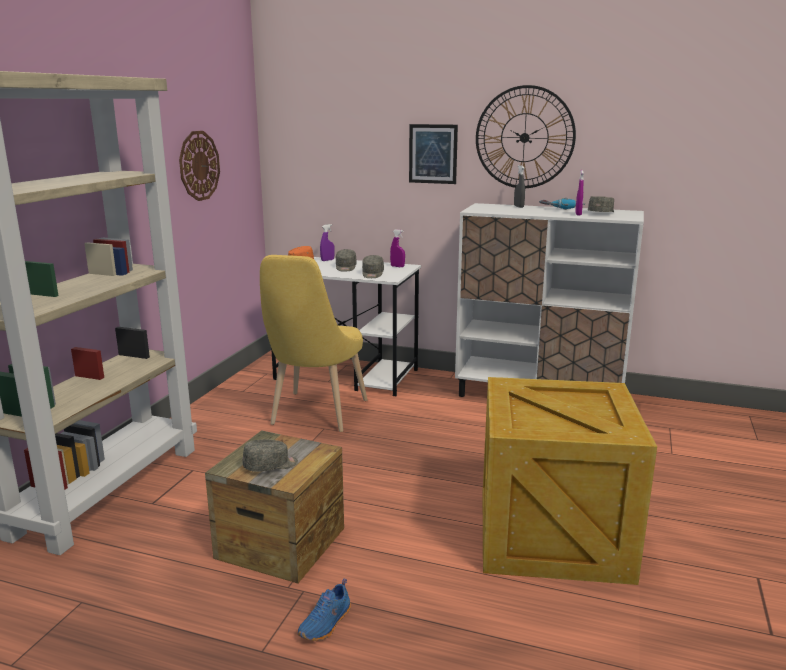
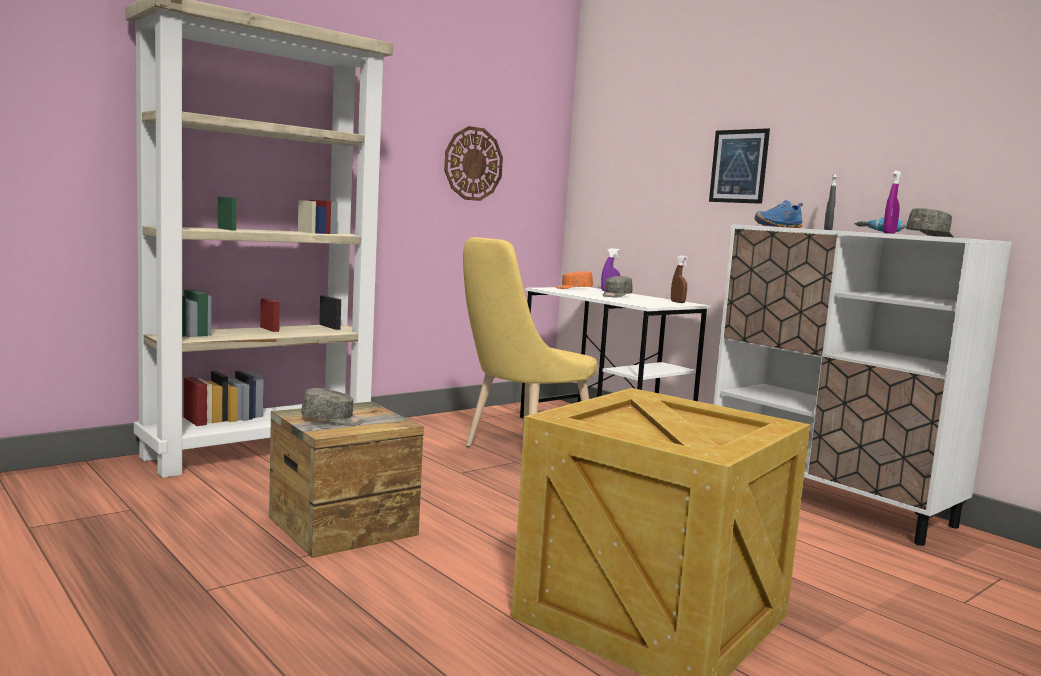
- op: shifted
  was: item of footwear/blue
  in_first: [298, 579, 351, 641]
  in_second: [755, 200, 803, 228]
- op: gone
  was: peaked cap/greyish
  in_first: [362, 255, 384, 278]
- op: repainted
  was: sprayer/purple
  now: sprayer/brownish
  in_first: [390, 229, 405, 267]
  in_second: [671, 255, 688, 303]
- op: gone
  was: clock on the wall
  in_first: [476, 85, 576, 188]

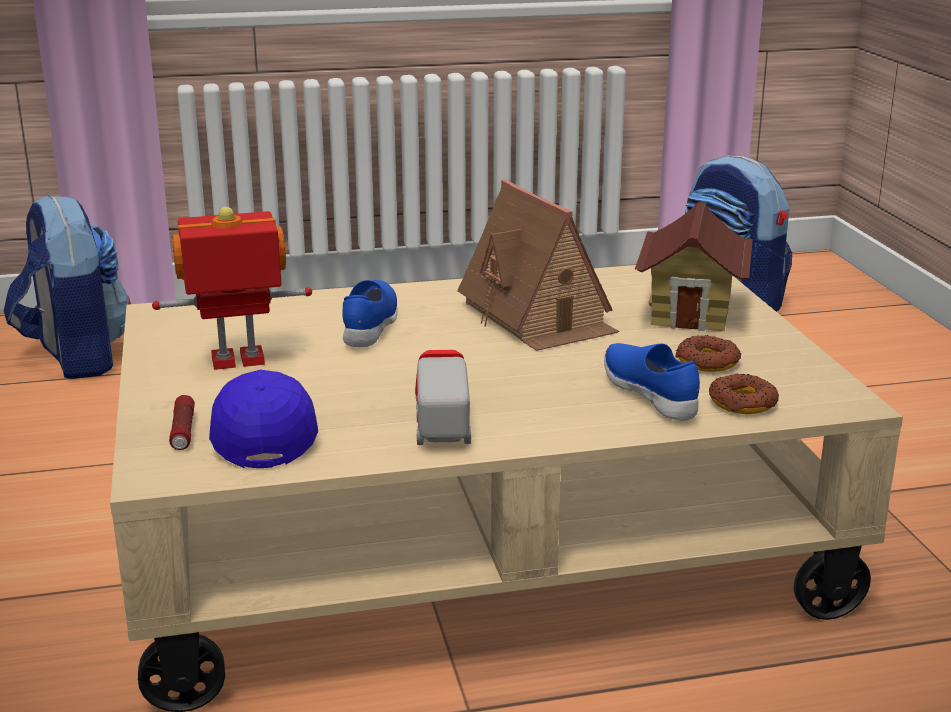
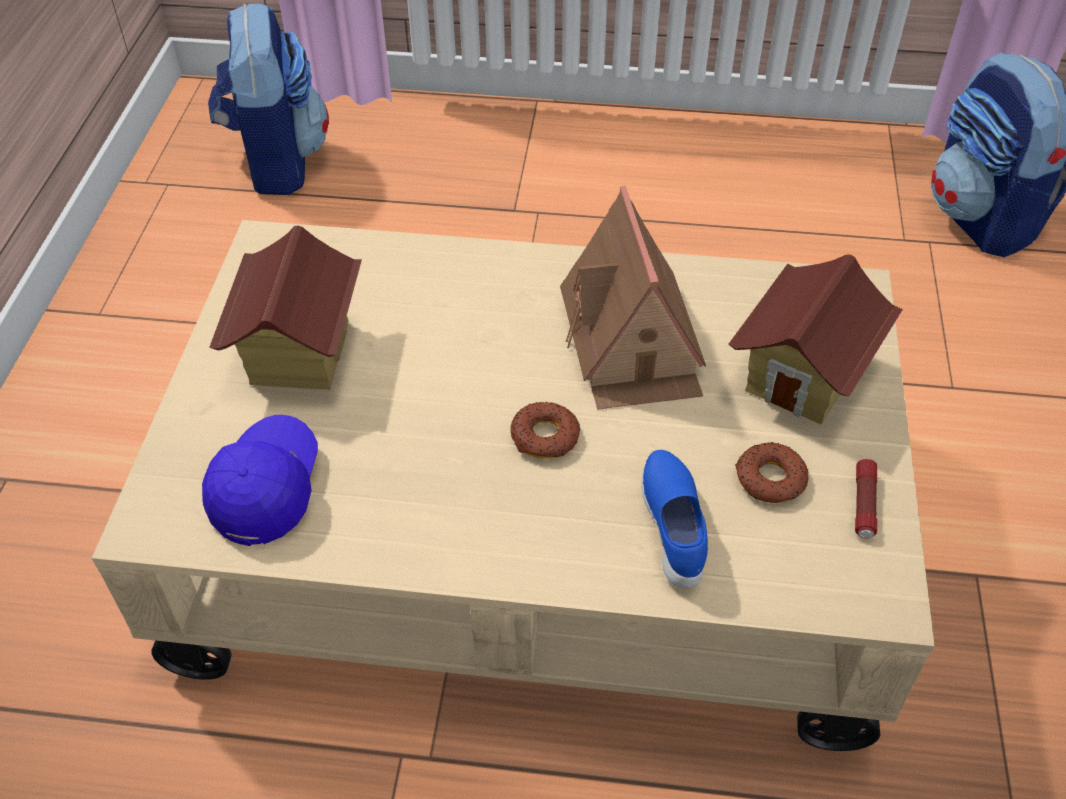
- op: swapped
  was: robot figure
  now: toy house
  in_first: [152, 207, 312, 370]
  in_second: [209, 225, 362, 390]
- op: shifted
  was: flashlight
  in_first: [169, 395, 195, 450]
  in_second: [855, 459, 877, 538]
- op: gone
  was: item of footwear/blue
  in_first: [342, 280, 398, 347]
- op: gone
  was: toy lorry
  in_first: [415, 350, 471, 445]
- op: shifted
  was: ring doughnut
  in_first: [709, 374, 779, 414]
  in_second: [510, 402, 580, 459]

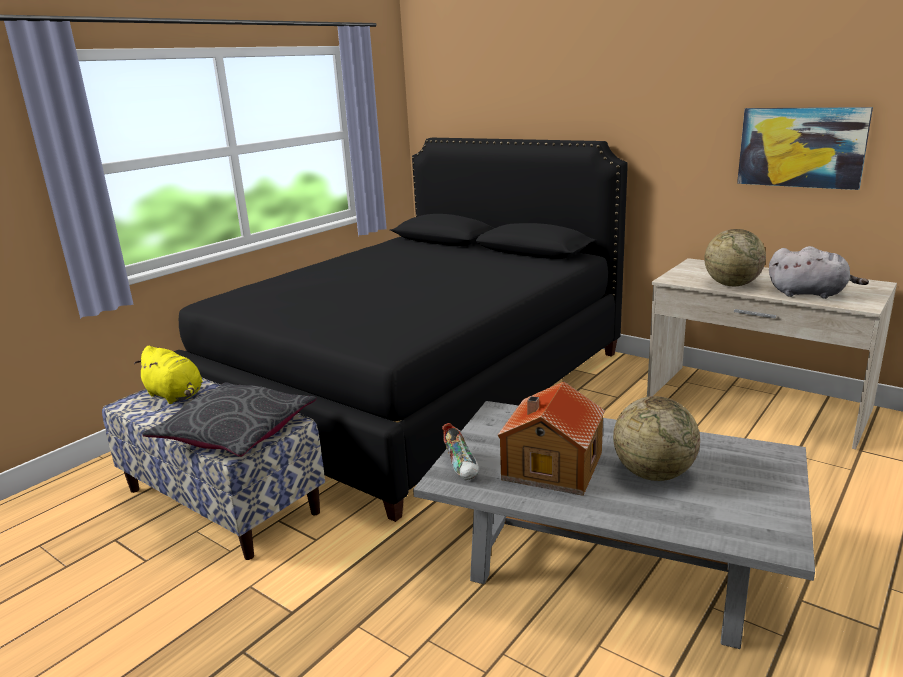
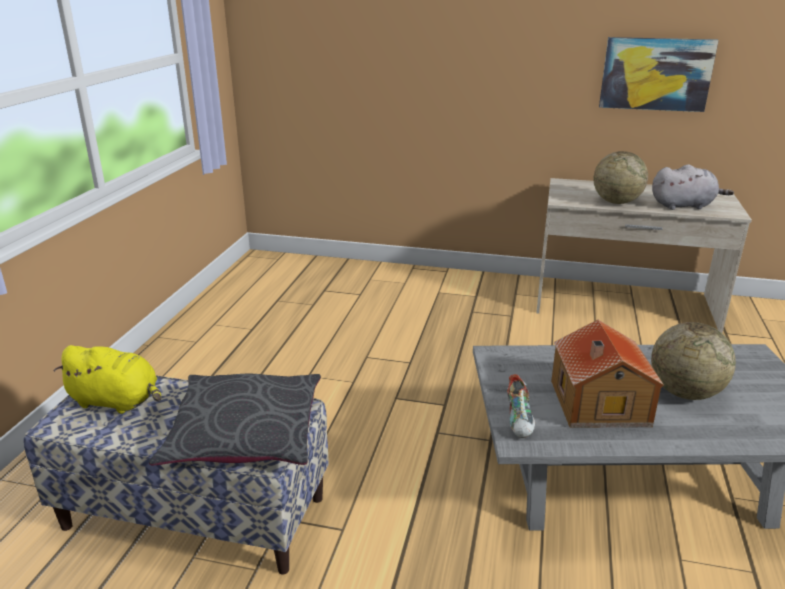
- op: gone
  was: bedroom bed/black
  in_first: [174, 138, 628, 522]
- op: rotated
  was: item of footwear
  in_first: [442, 423, 479, 480]
  in_second: [507, 374, 535, 438]
  clockwise: 45

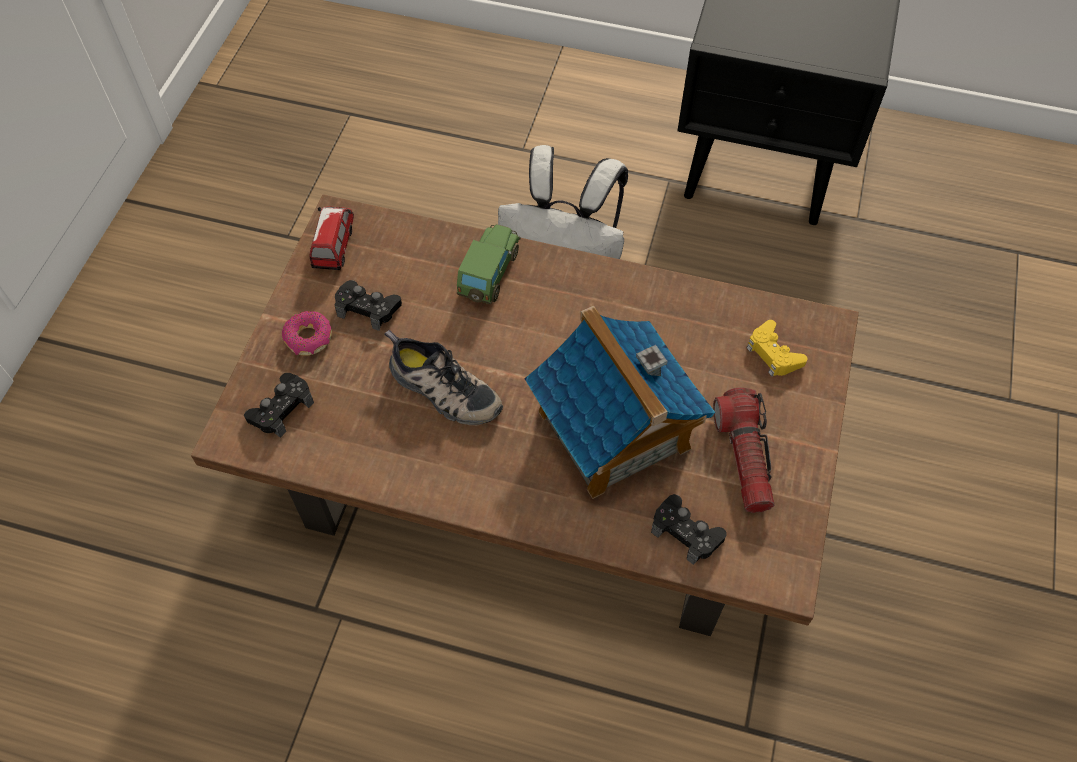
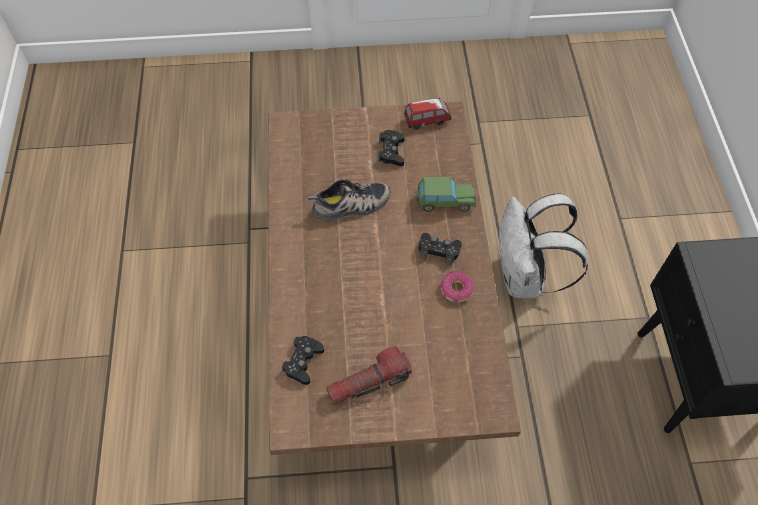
- op: shifted
  was: joypad/black
  in_first: [244, 373, 314, 438]
  in_second: [418, 233, 462, 266]
- op: shifted
  was: ring doughnut
  in_first: [282, 311, 332, 356]
  in_second: [439, 271, 474, 302]
- op: rotated
  was: item of footwear
  in_first: [385, 330, 503, 425]
  in_second: [308, 179, 391, 221]
  clockwise: -120
- op: gone
  was: toy house
  in_first: [525, 305, 716, 499]
- op: gone
  was: joypad/yellow
  in_first: [747, 320, 807, 376]

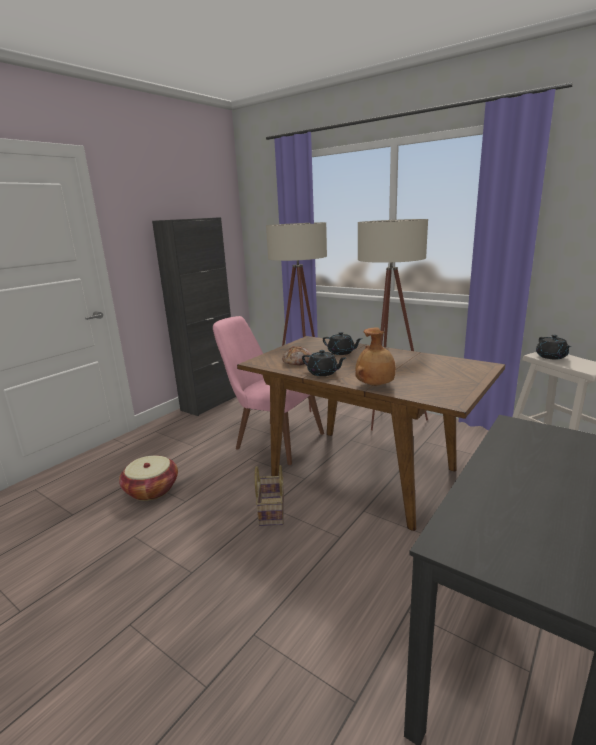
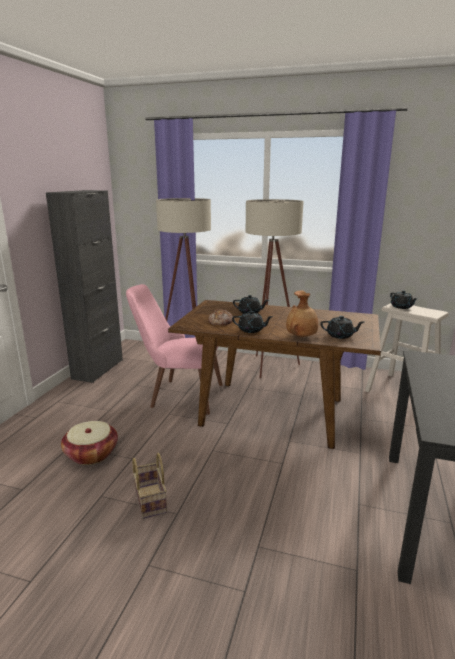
- op: shifted
  was: basket
  in_first: [255, 465, 284, 526]
  in_second: [132, 453, 167, 519]
- op: new
  now: pot for tea/black
  in_second: [321, 316, 364, 339]

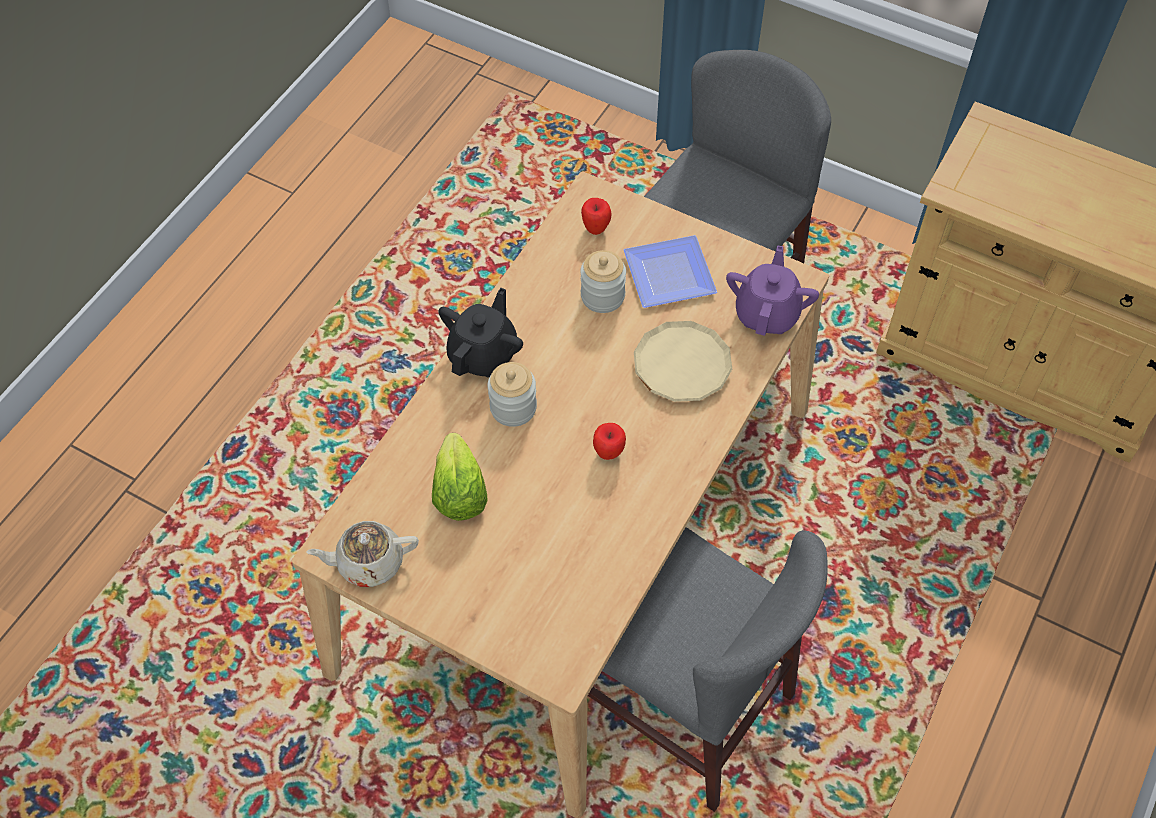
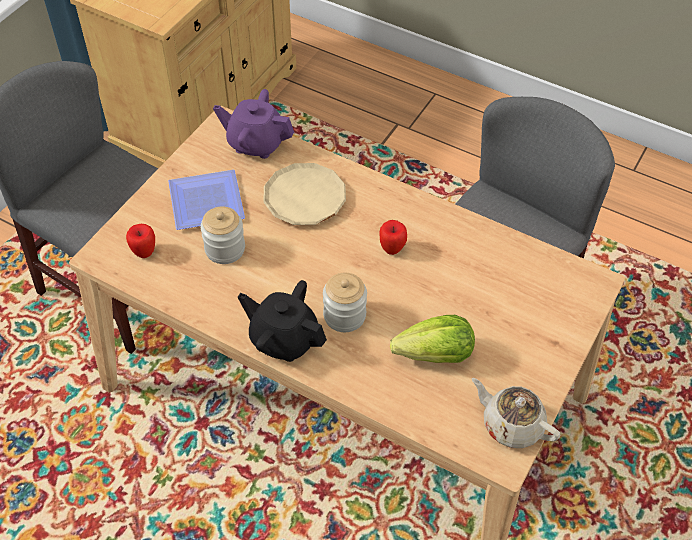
- op: rotated
  was: pot for tea/sand-coloured
  in_first: [306, 521, 419, 587]
  in_second: [472, 378, 560, 448]
  clockwise: 135

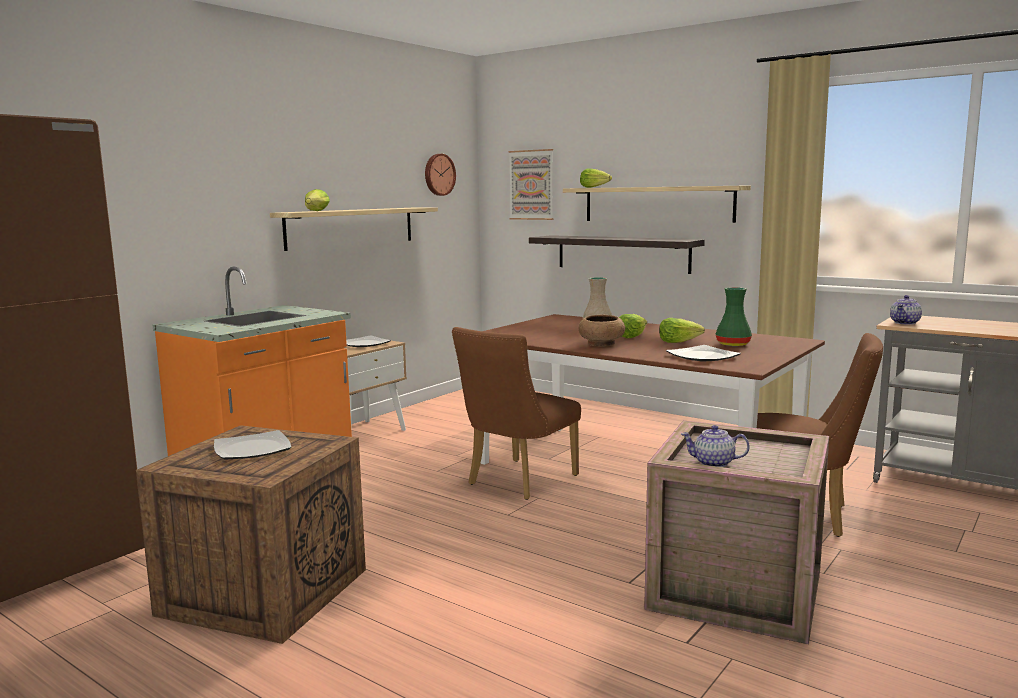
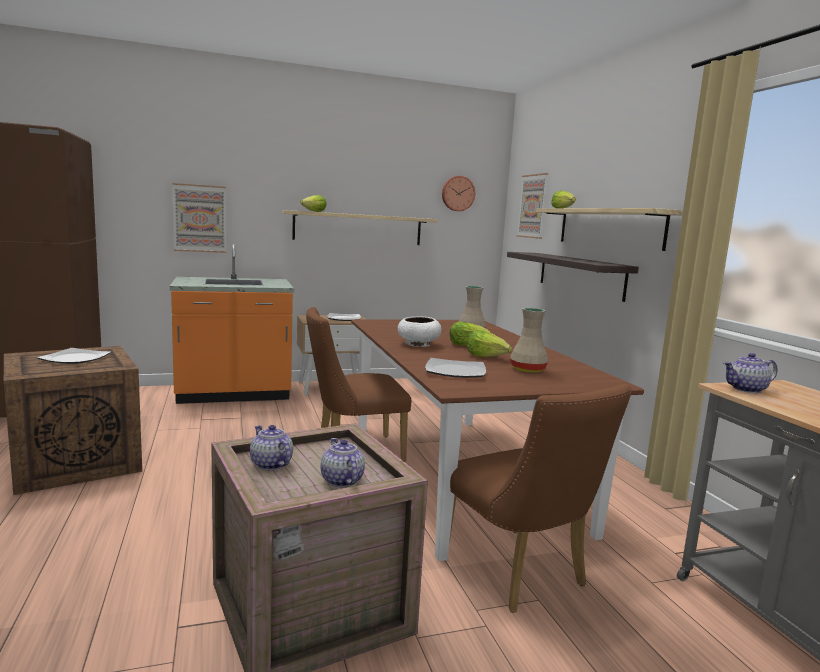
- op: repainted
  was: deep dish/brownish
  now: deep dish/white-coloured
  in_first: [578, 315, 625, 347]
  in_second: [398, 316, 441, 347]
- op: repainted
  was: flower vase/green-coloured
  now: flower vase/sand-coloured
  in_first: [716, 287, 752, 346]
  in_second: [510, 308, 548, 373]
- op: new
  now: wall picture
  in_second: [172, 183, 227, 253]
- op: new
  now: pot for tea
  in_second: [321, 438, 365, 487]

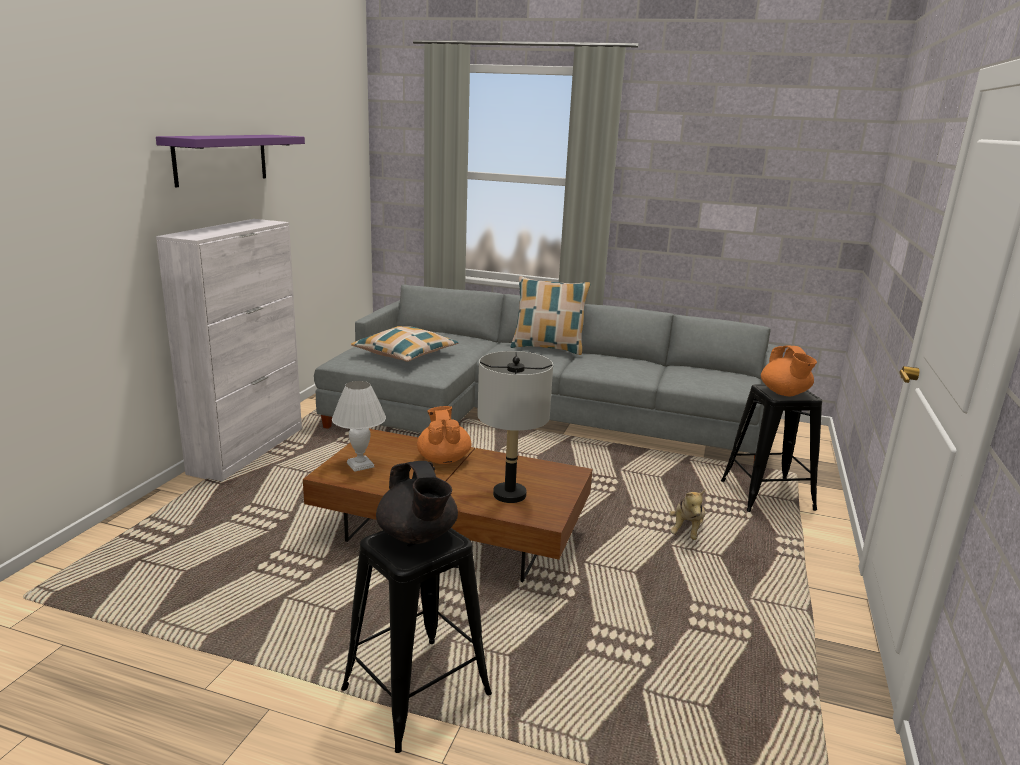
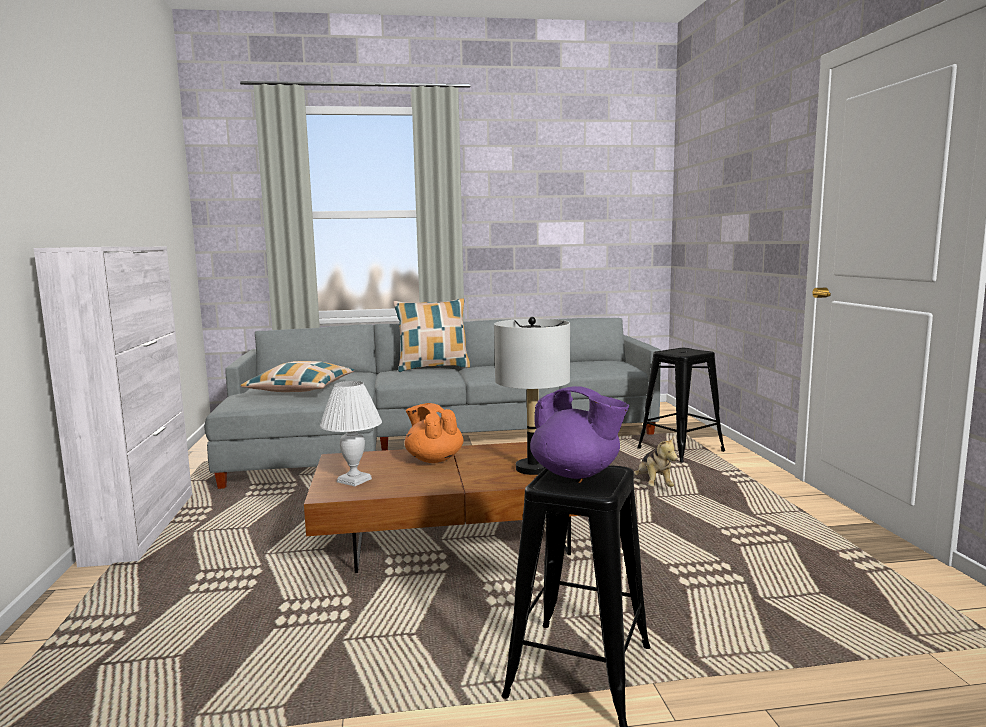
- op: gone
  was: shelf/purple
  in_first: [156, 135, 305, 187]
- op: repainted
  was: pot for tea/black
  now: pot for tea/purple
  in_first: [376, 461, 458, 544]
  in_second: [530, 386, 629, 479]
- op: gone
  was: pot for tea/orangey
  in_first: [761, 346, 817, 396]

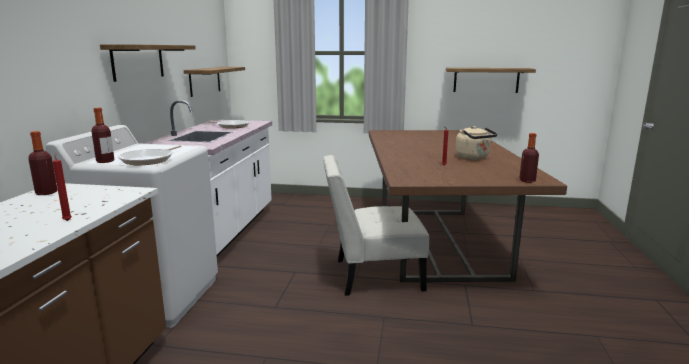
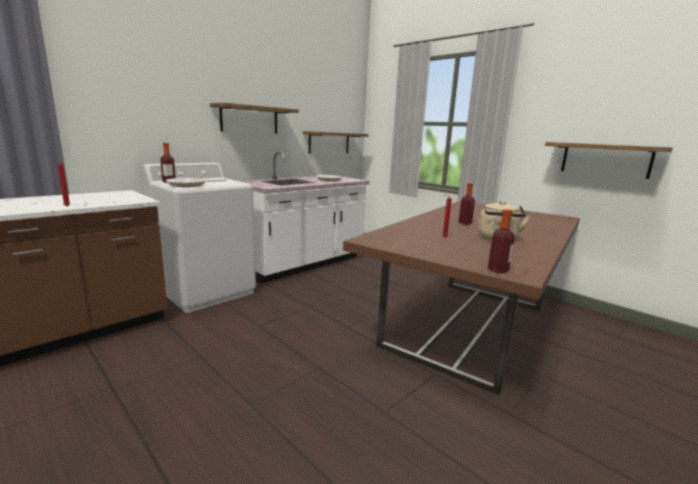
- op: shifted
  was: drink bottle
  in_first: [28, 131, 58, 195]
  in_second: [458, 183, 475, 225]
- op: gone
  was: upright chair/white-coloured
  in_first: [323, 155, 429, 296]

